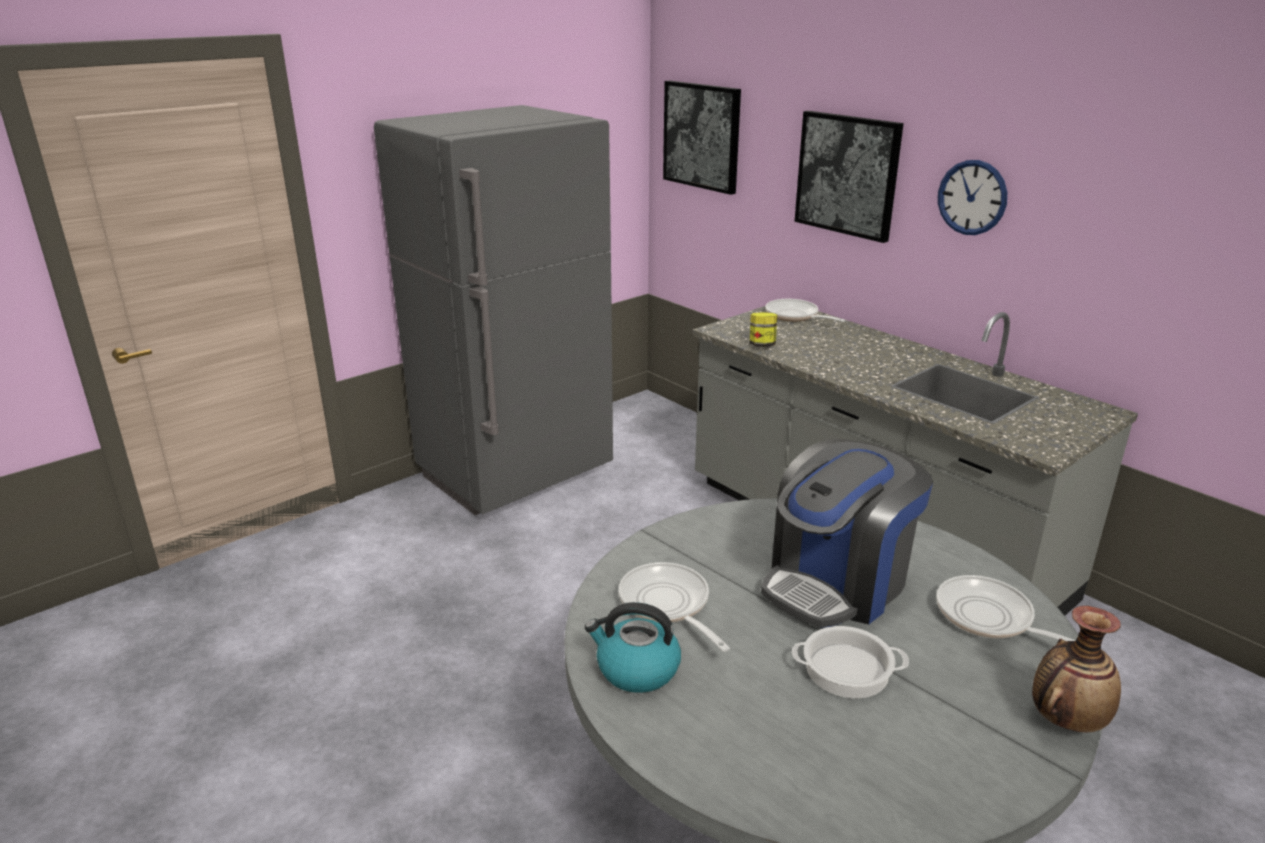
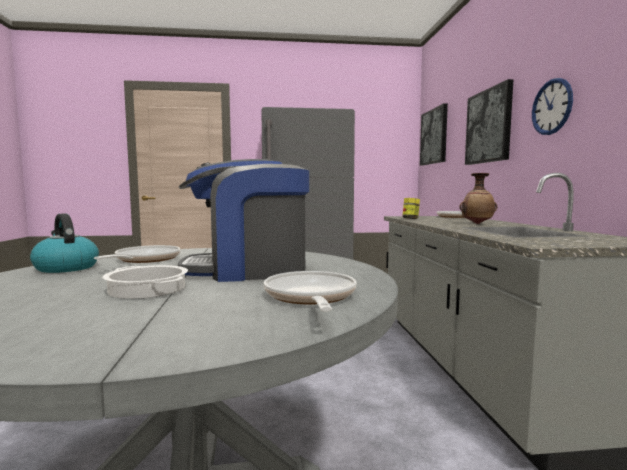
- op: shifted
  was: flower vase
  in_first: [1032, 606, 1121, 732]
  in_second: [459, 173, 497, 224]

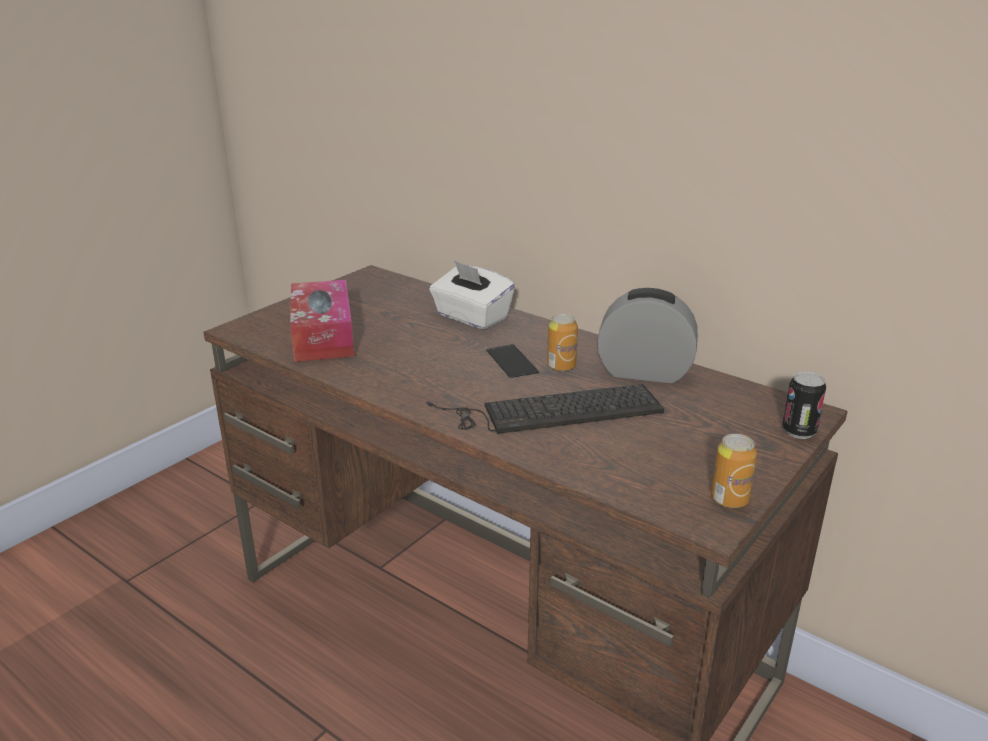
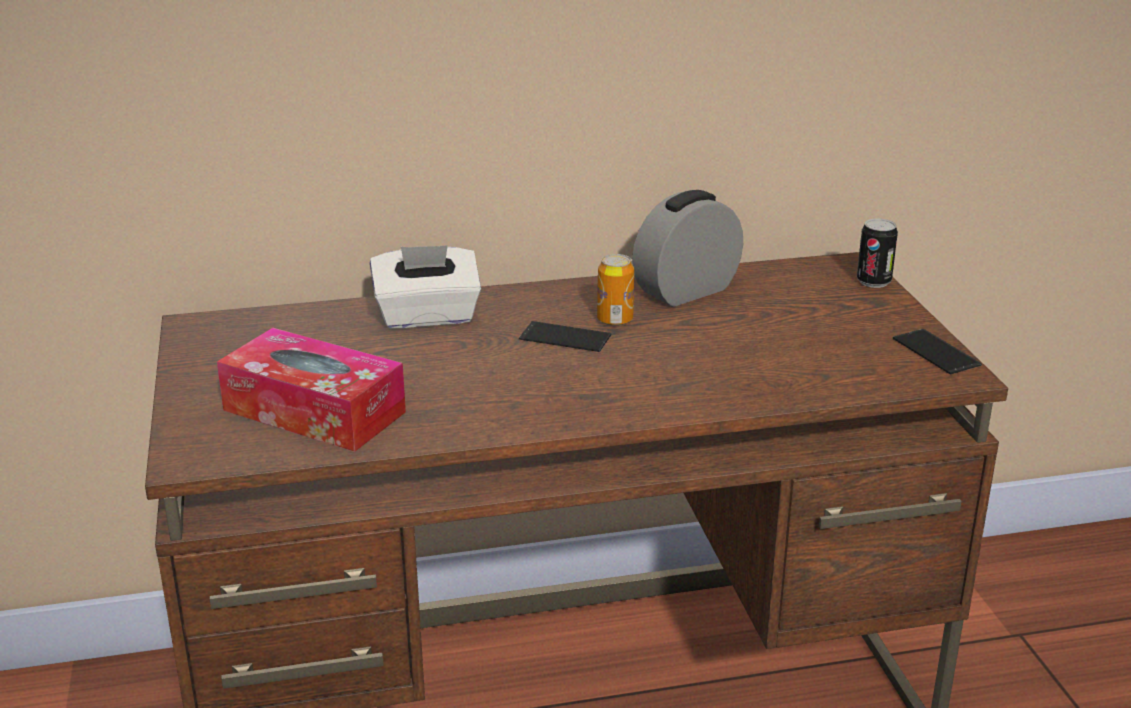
- op: gone
  was: keyboard
  in_first: [426, 384, 664, 434]
- op: swapped
  was: can
  now: handset
  in_first: [711, 434, 757, 508]
  in_second: [892, 329, 982, 375]

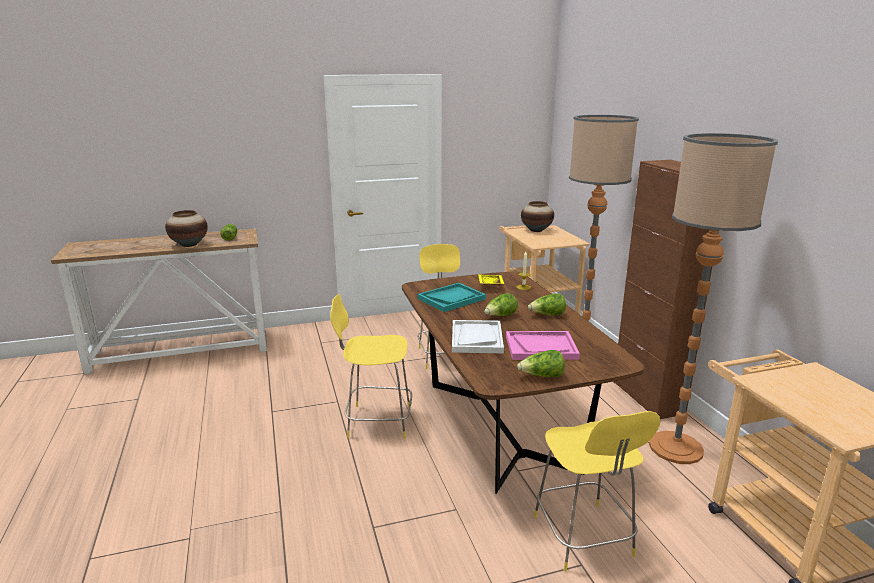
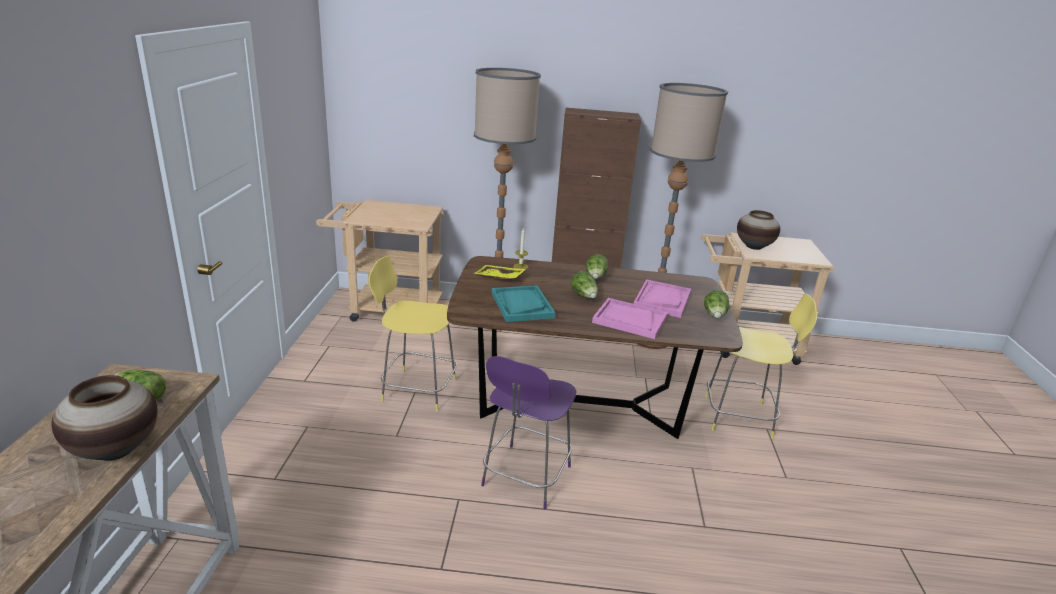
- op: repainted
  was: stool seat/yellow
  now: stool seat/purple
  in_first: [330, 294, 412, 439]
  in_second: [481, 356, 577, 509]
- op: repainted
  was: serving tray/white-coloured
  now: serving tray/pink-coloured
  in_first: [452, 320, 504, 353]
  in_second: [592, 298, 668, 339]
- op: shifted
  was: flower vase
  in_first: [521, 201, 554, 232]
  in_second: [737, 210, 780, 250]

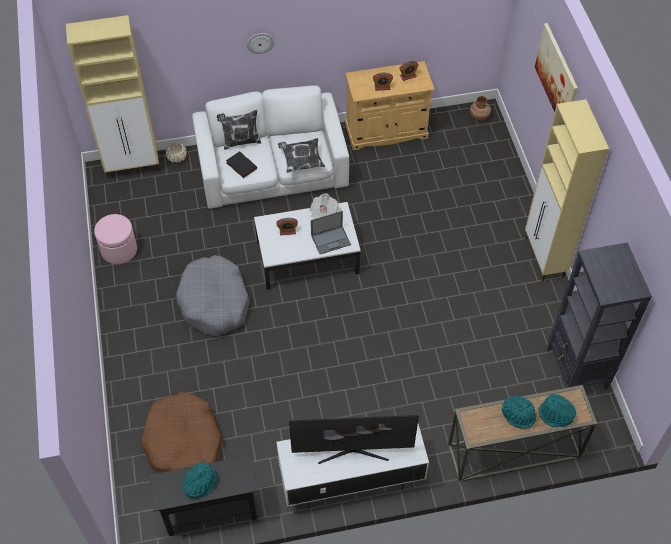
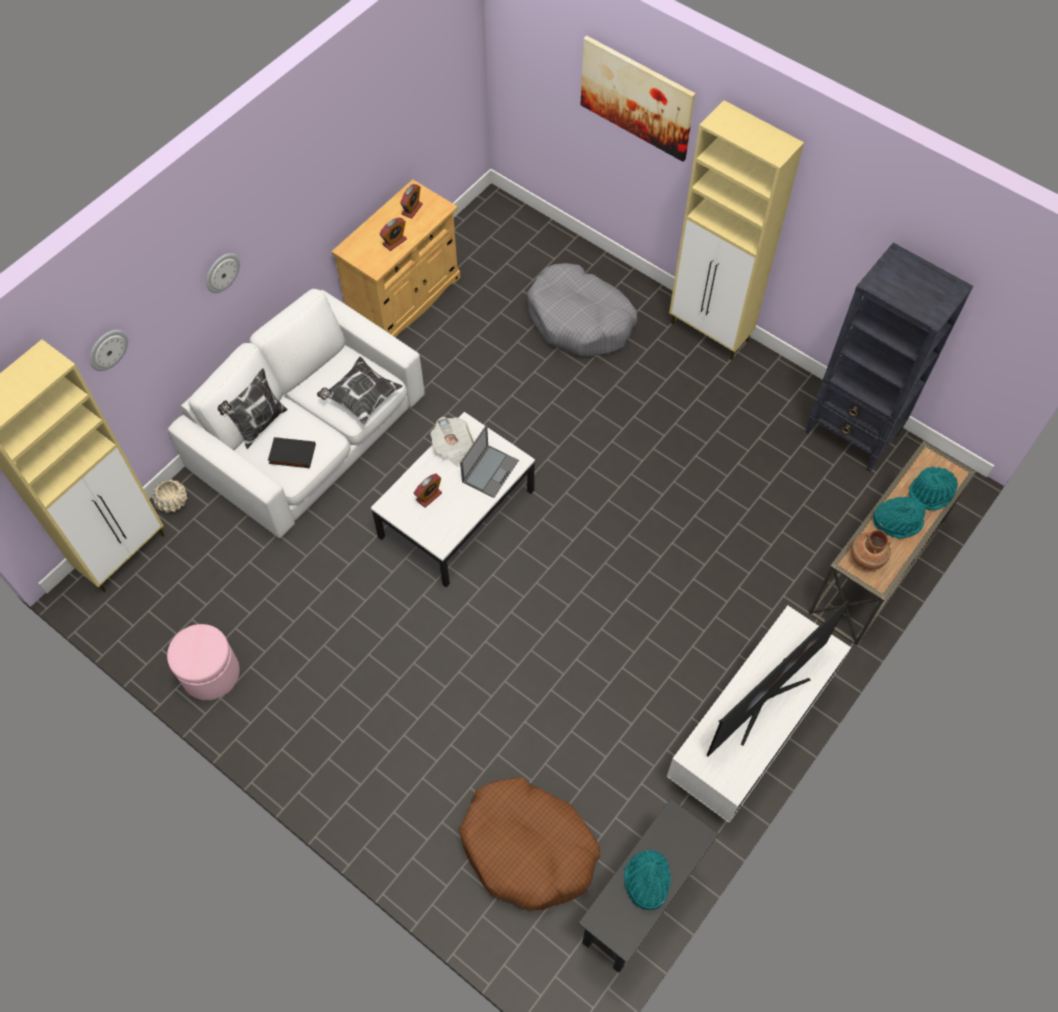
- op: shifted
  was: dog bed/greyish
  in_first: [176, 255, 250, 336]
  in_second: [527, 263, 637, 357]
- op: shifted
  was: flower vase/brownish
  in_first: [470, 96, 491, 121]
  in_second: [851, 530, 891, 570]
- op: new
  now: clock on the wall
  in_second: [90, 330, 128, 371]

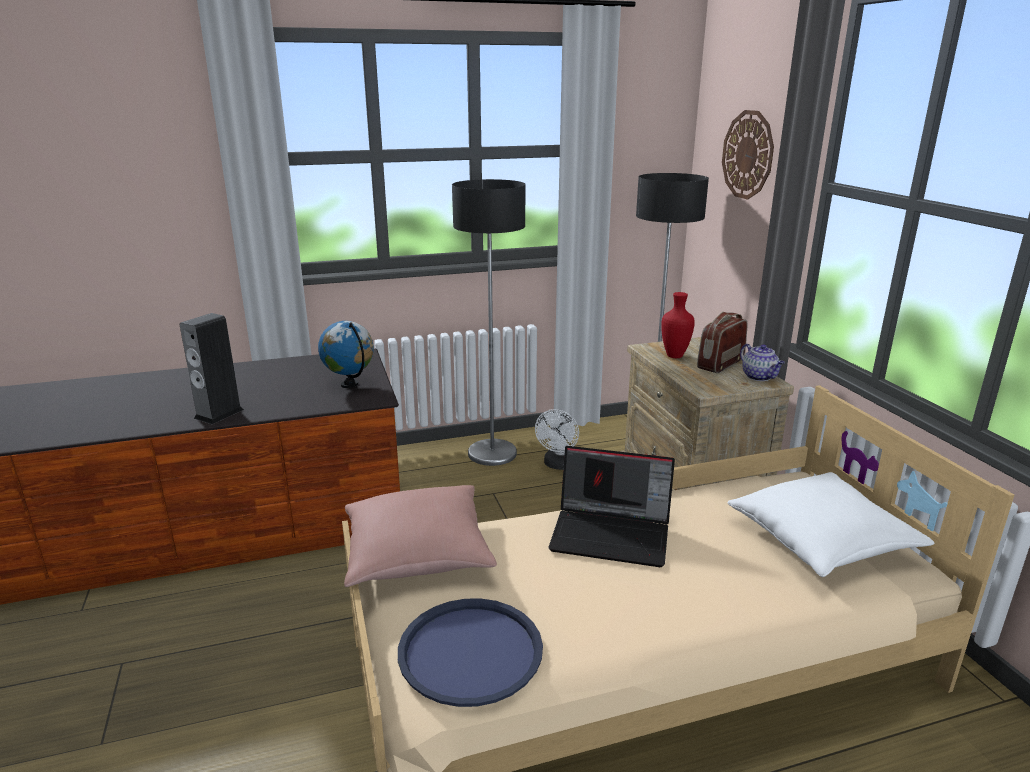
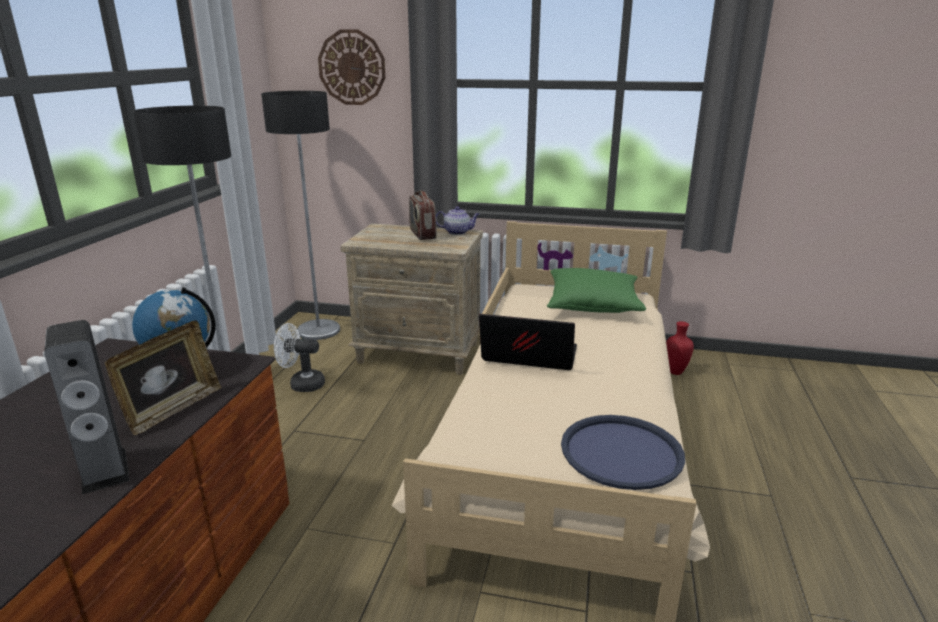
- op: gone
  was: cushion/pink-coloured
  in_first: [344, 485, 497, 587]
- op: rotated
  was: fan/white-coloured
  in_first: [535, 409, 579, 470]
  in_second: [274, 323, 325, 392]
  clockwise: 135
- op: rotated
  was: portable computer
  in_first: [548, 446, 675, 567]
  in_second: [479, 314, 577, 370]
  clockwise: -120
- op: shifted
  was: flower vase/red-coloured
  in_first: [661, 292, 695, 358]
  in_second: [666, 321, 694, 375]
- op: repainted
  was: cushion/white-coloured
  now: cushion/green-coloured
  in_first: [727, 472, 935, 577]
  in_second: [547, 268, 646, 313]
- op: new
  now: picture frame
  in_second: [105, 320, 221, 435]

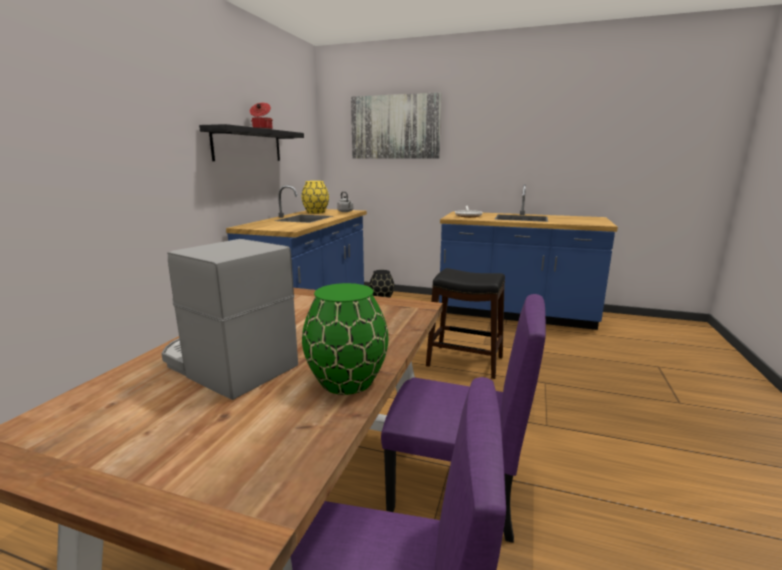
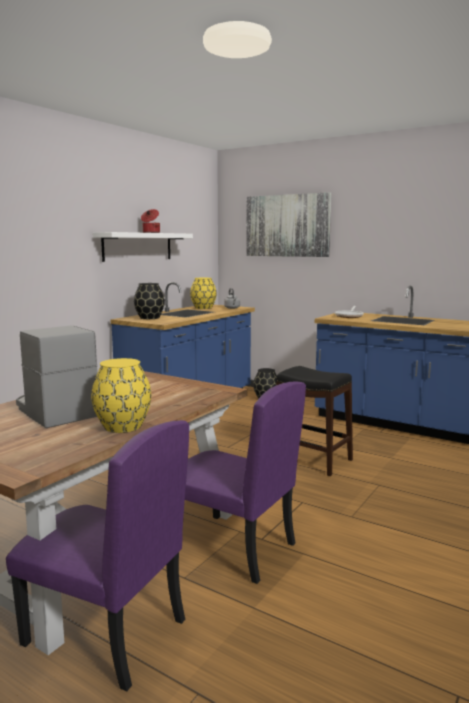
- op: repainted
  was: shelf/black
  now: shelf/white-coloured
  in_first: [199, 124, 304, 161]
  in_second: [93, 232, 193, 262]
- op: repainted
  was: flower vase/green-coloured
  now: flower vase/yellow
  in_first: [302, 283, 389, 395]
  in_second: [91, 358, 151, 433]
- op: new
  now: flower vase/black
  in_second: [134, 283, 165, 319]

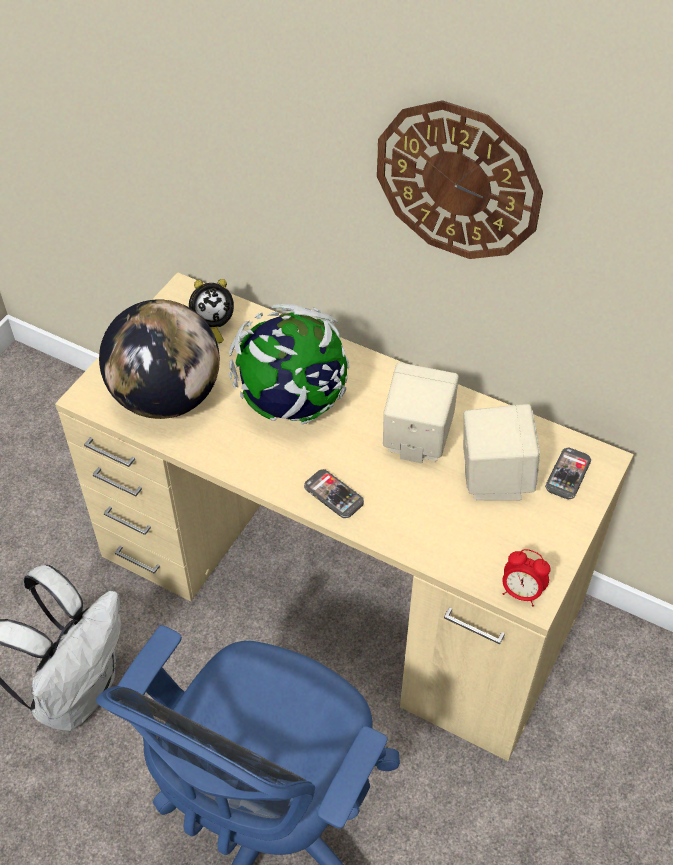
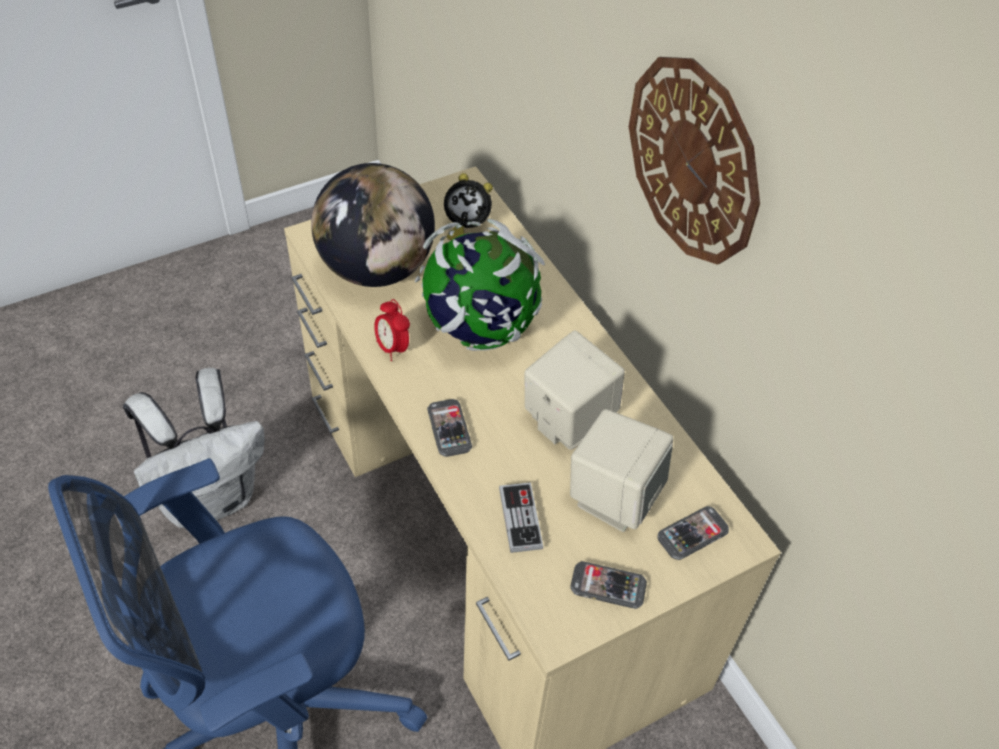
- op: shifted
  was: alarm clock
  in_first: [503, 549, 551, 606]
  in_second: [374, 299, 410, 361]
- op: new
  now: joypad
  in_second: [499, 482, 544, 553]
- op: new
  now: handset
  in_second: [570, 561, 647, 609]

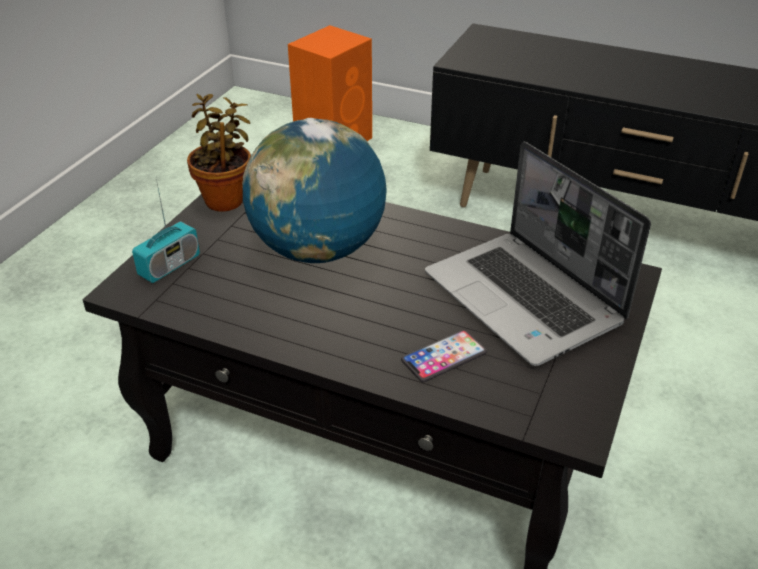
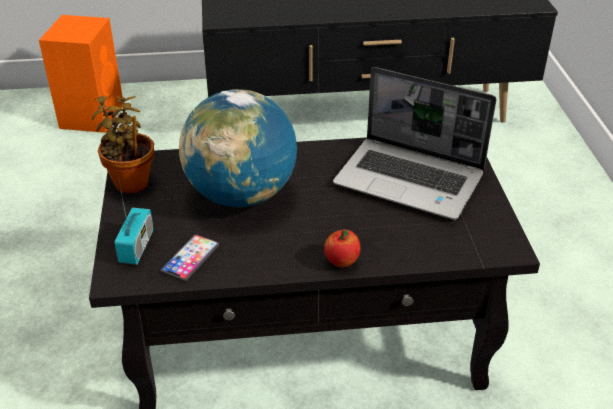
- op: shifted
  was: handset
  in_first: [401, 330, 487, 382]
  in_second: [160, 234, 219, 282]
- op: new
  now: apple
  in_second: [324, 230, 360, 268]

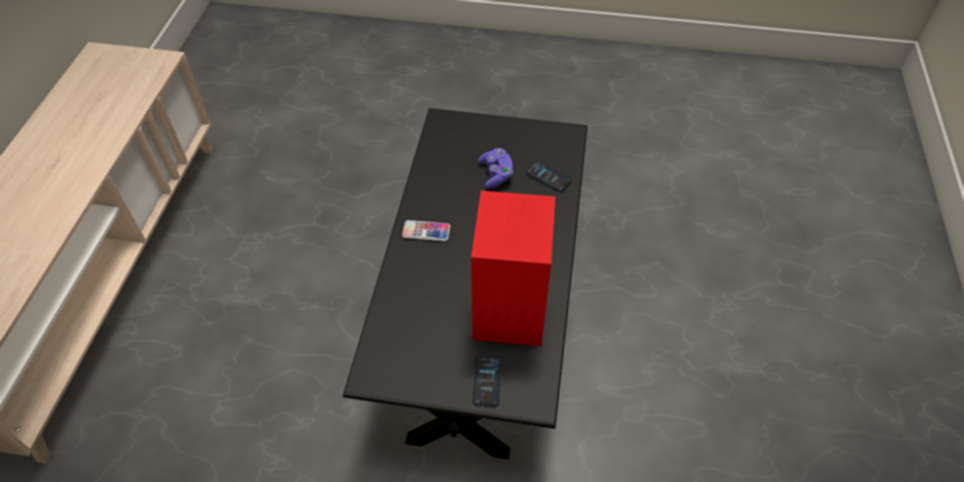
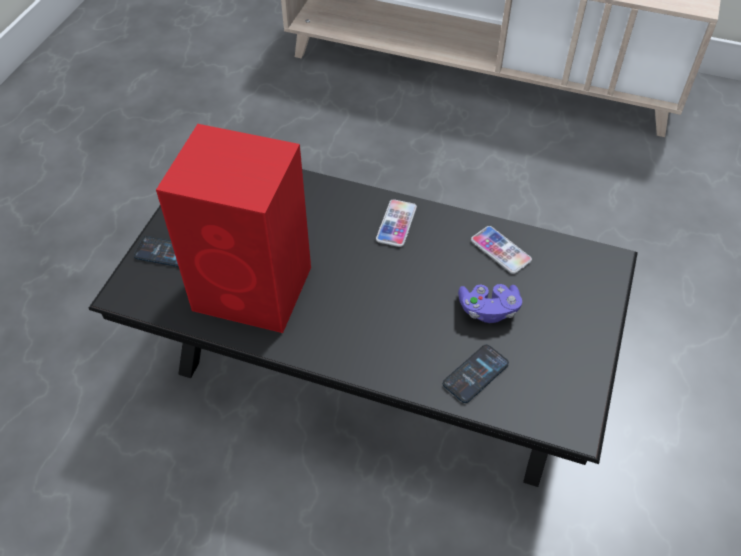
- op: new
  now: handset
  in_second: [471, 226, 532, 274]

